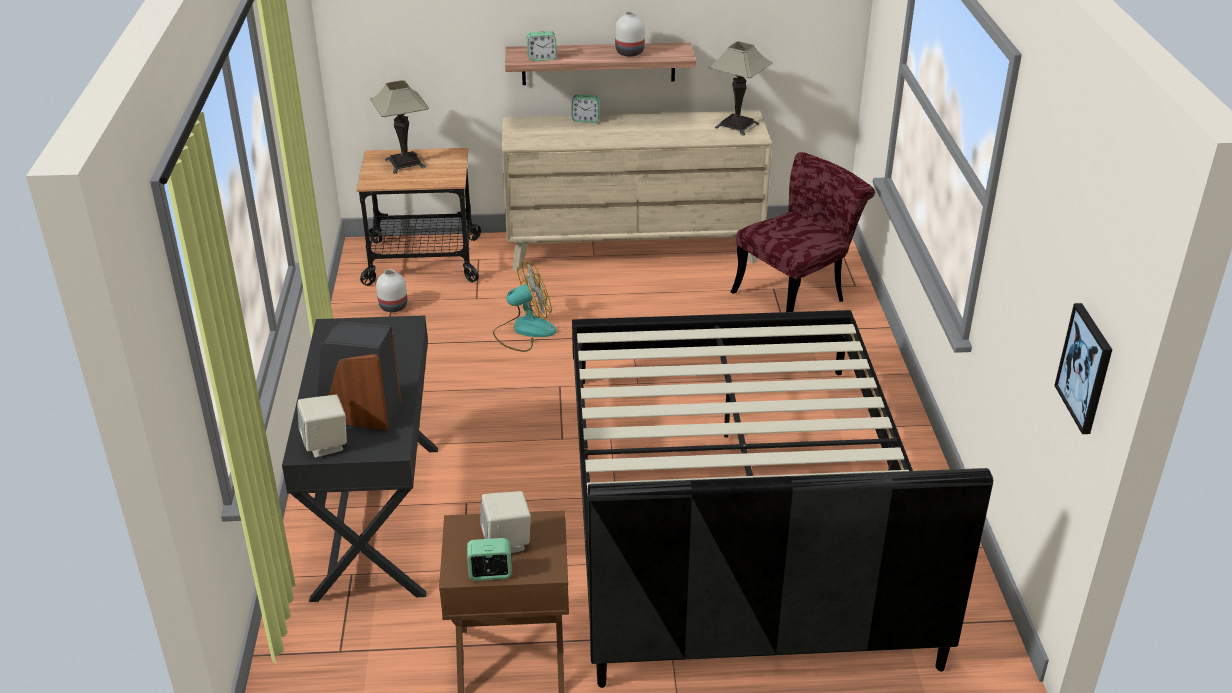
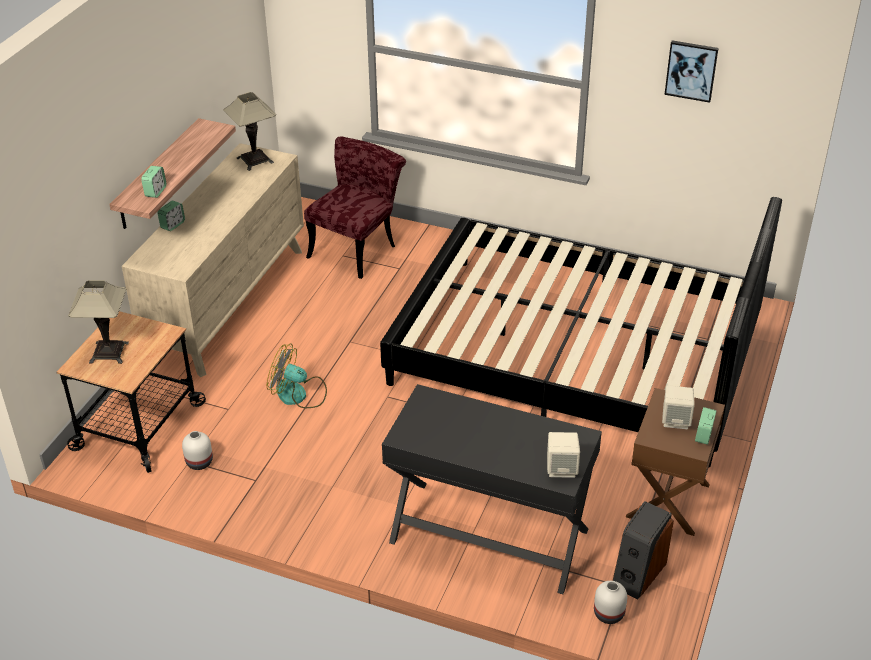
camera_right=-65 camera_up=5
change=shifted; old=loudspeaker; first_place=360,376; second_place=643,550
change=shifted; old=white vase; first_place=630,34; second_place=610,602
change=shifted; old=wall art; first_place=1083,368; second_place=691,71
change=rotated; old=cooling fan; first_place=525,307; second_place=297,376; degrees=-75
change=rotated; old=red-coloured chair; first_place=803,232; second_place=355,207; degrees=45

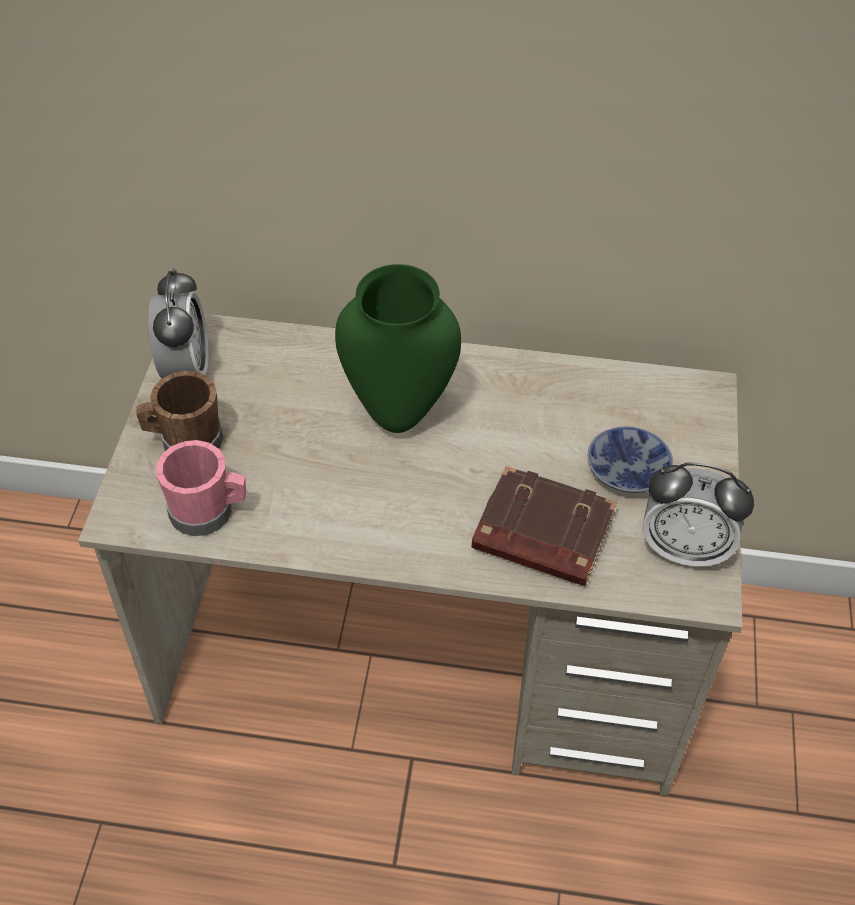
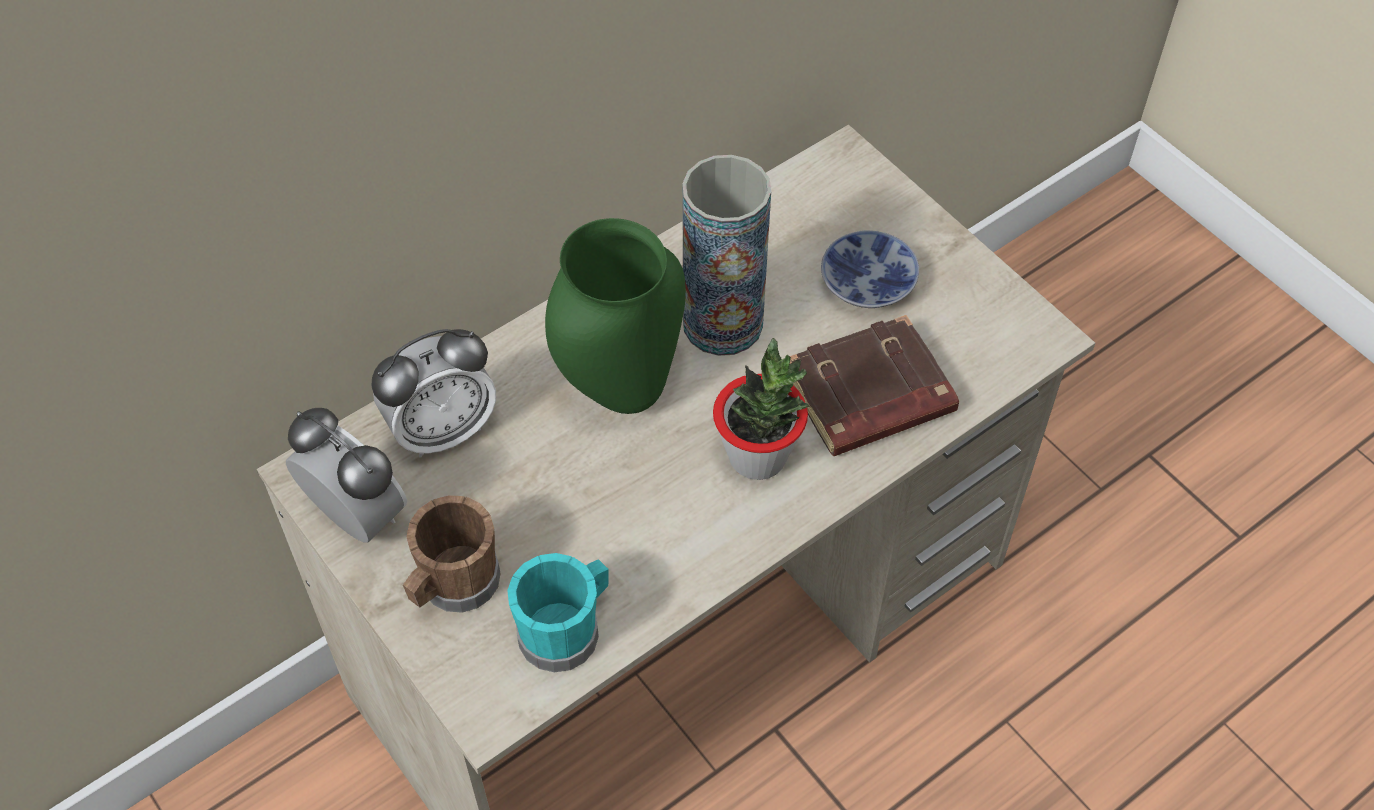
camera_right=-45 camera_up=5
change=new; new=vase; second_place=726,255
change=new; new=potted plant; second_place=761,409
change=shifted; old=alarm clock; first_place=698,515; second_place=434,393
change=repainted; old=pink mug; new=turquoise-coloured mug; first_place=201,488; second_place=558,612

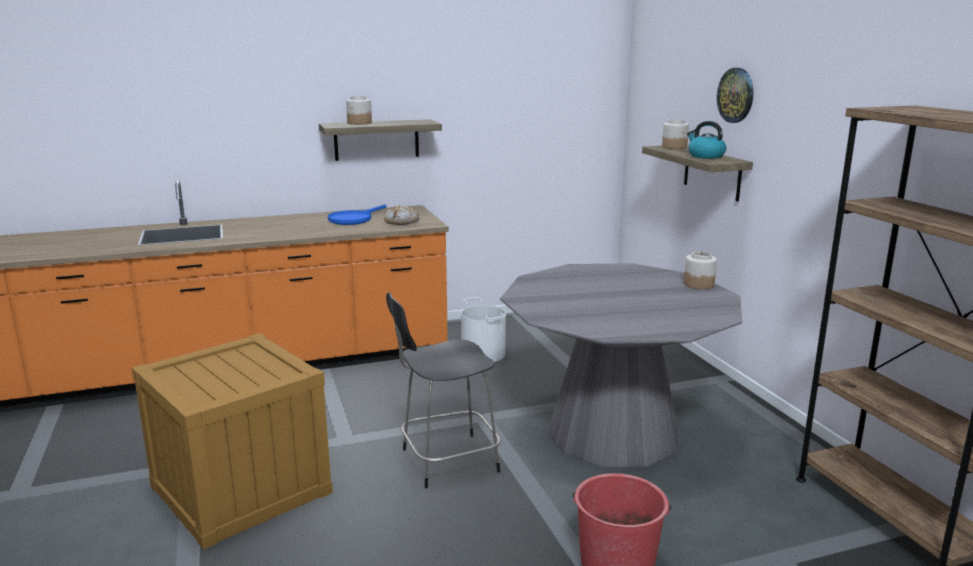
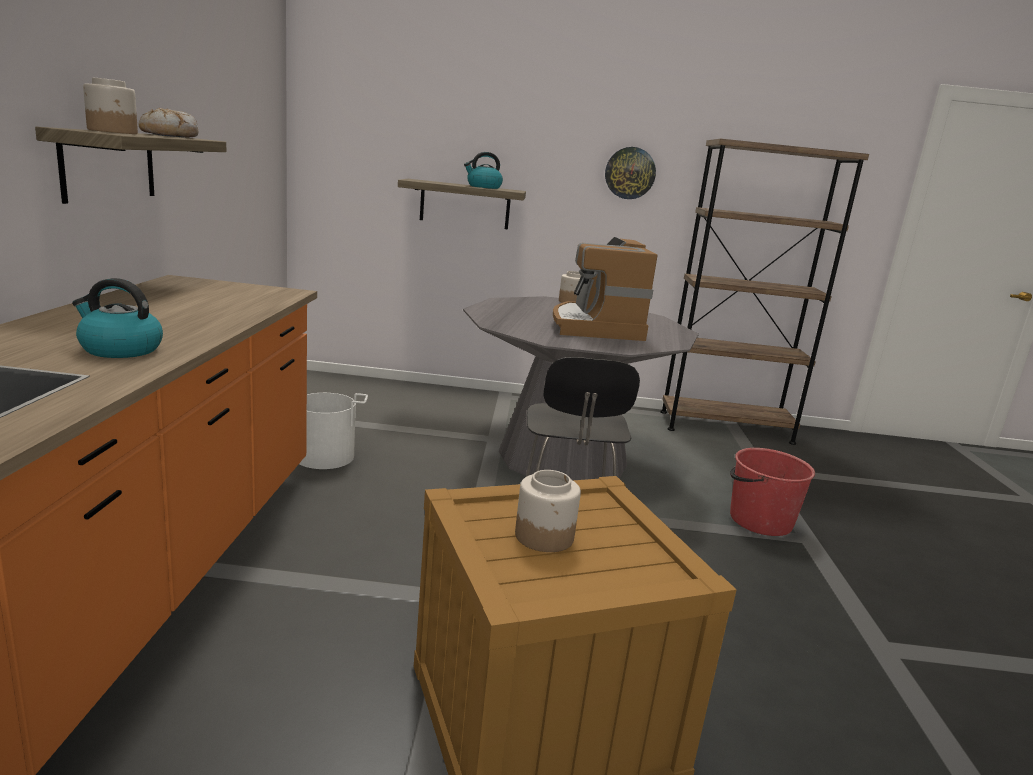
camera_right=-70 camera_up=0
change=gone; old=blue frying pan; first_place=357,214
change=new; new=kettle; second_place=117,318
change=new; new=coffee brewer; second_place=605,289
change=shifted; old=bread; first_place=401,215; second_place=169,123
change=shifted; old=storage jar; first_place=675,134; second_place=548,511
change=shifted; old=clock on the wall; first_place=735,95; second_place=630,173

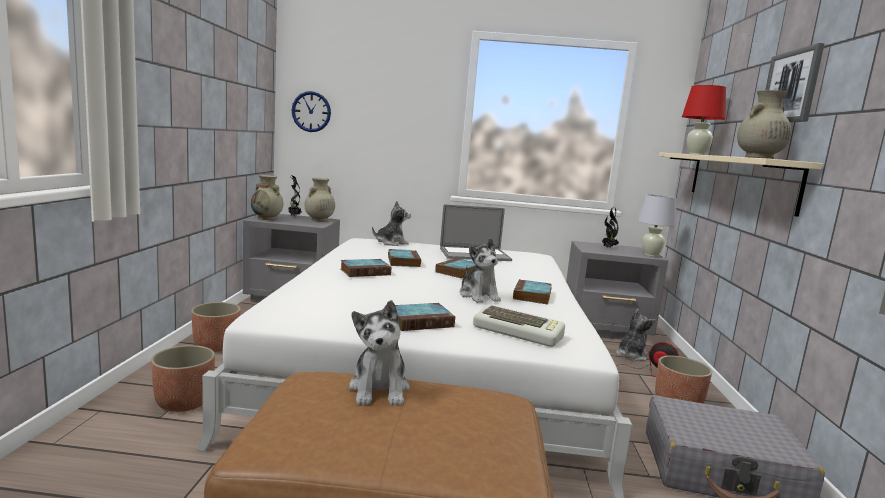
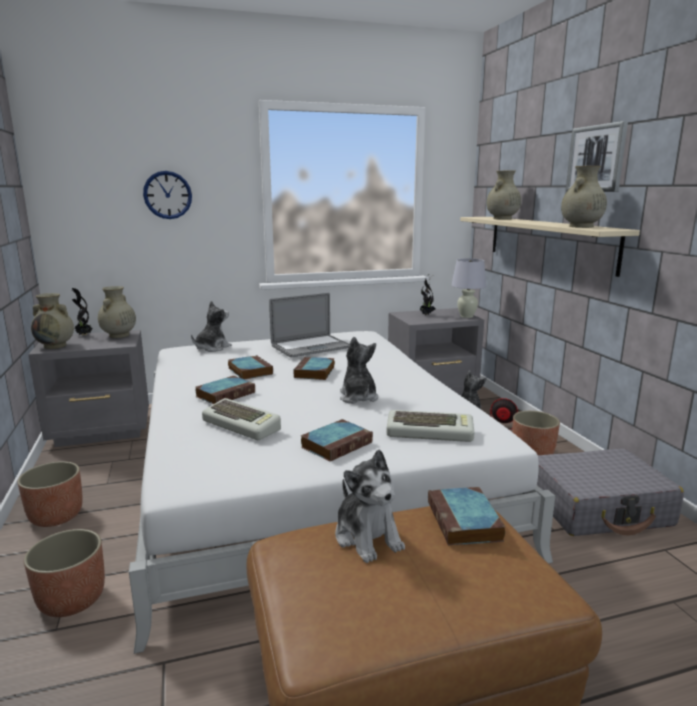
camera_right=-20 camera_up=5
change=new; new=keyboard; second_place=241,419
change=shifted; old=clock on the wall; first_place=311,111; second_place=167,195
change=shifted; old=volume; first_place=532,292; second_place=466,516
change=swapped; old=red-coloured lamp for a table; new=beige-coloured vase; first_place=704,120; second_place=504,195
change=rotated; old=plush toy; first_place=480,270; second_place=359,370; degrees=-150

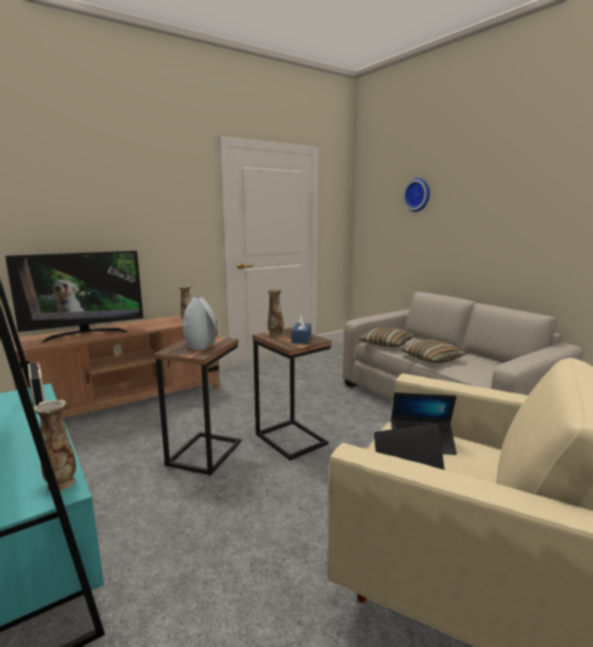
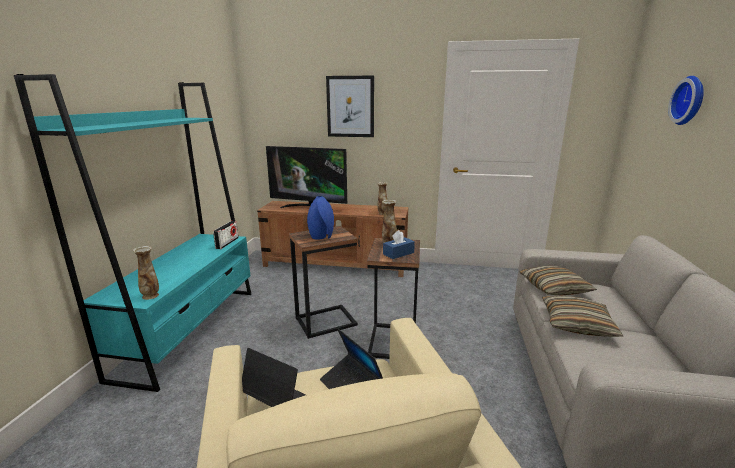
camera_right=45 camera_up=5
change=new; new=wall art; second_place=350,106
change=repainted; old=grey vase; new=blue vase; first_place=200,323; second_place=320,218

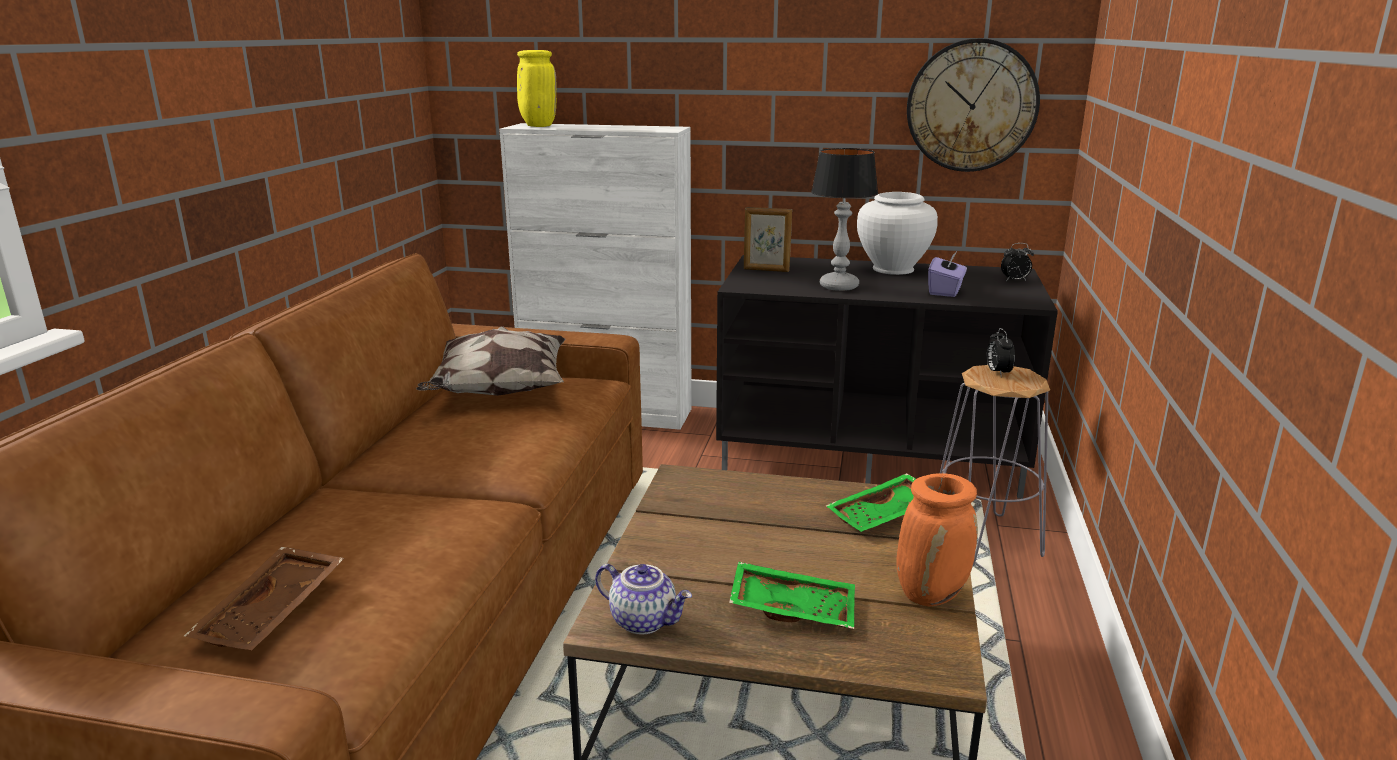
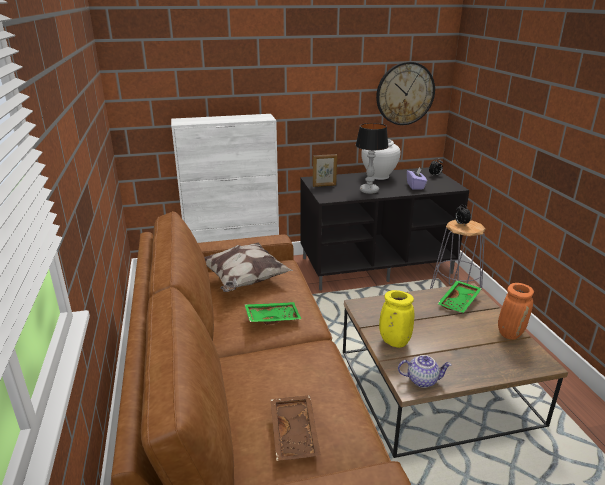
camera_right=-25 camera_up=5
change=shifted; old=yellow-coloured vase; first_place=536,88; second_place=396,319
change=shifted; old=green serving tray; first_place=792,595; second_place=272,313

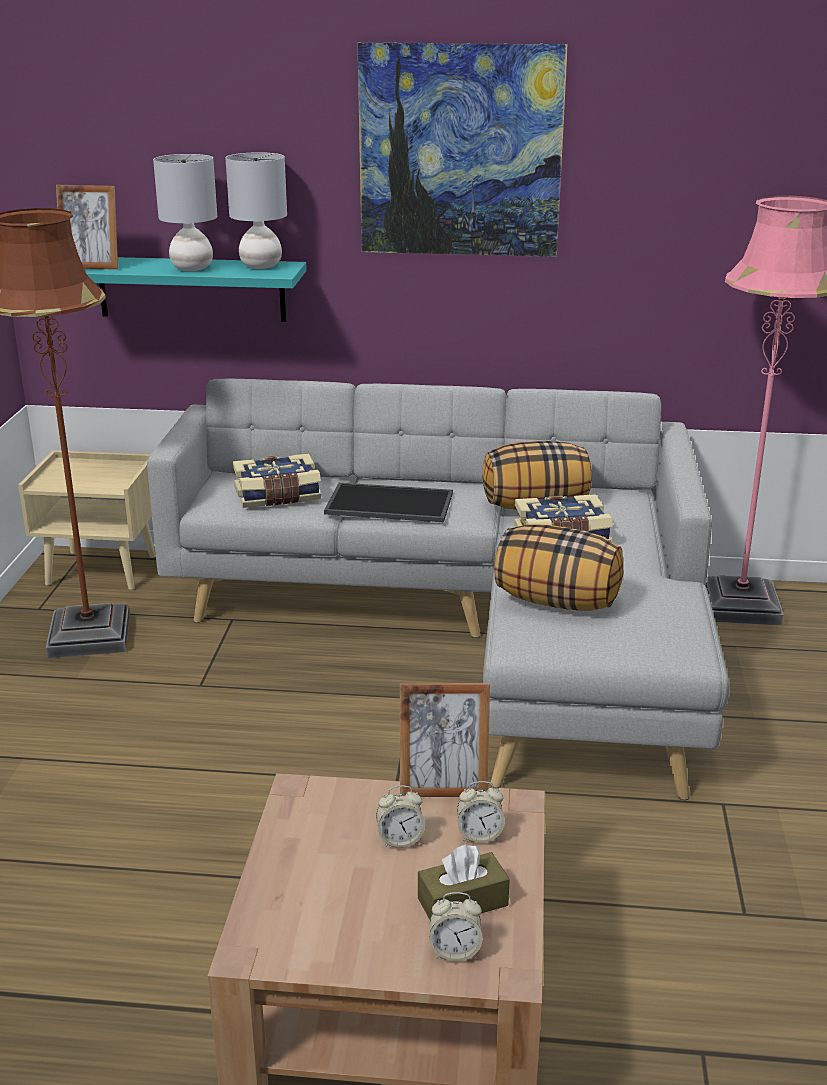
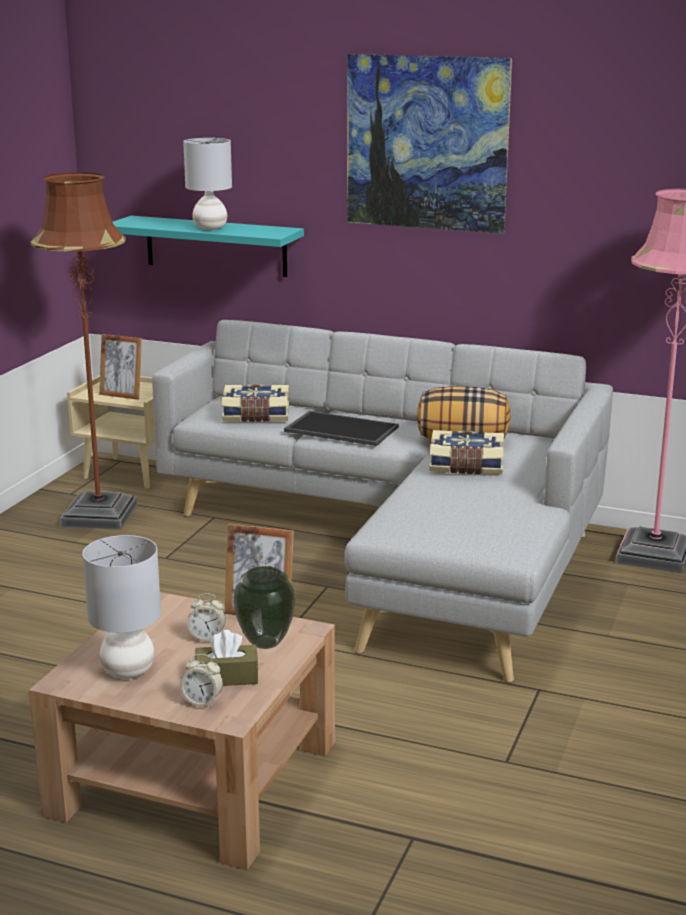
camera_right=15 camera_up=-5
change=gone; old=throw pillow; first_place=559,567
change=shifted; old=photo frame; first_place=87,227; second_place=120,367
change=shifted; old=grey lamp for a table; first_place=256,210; second_place=121,607
change=swapped; old=alarm clock; new=vase; first_place=481,812; second_place=264,607

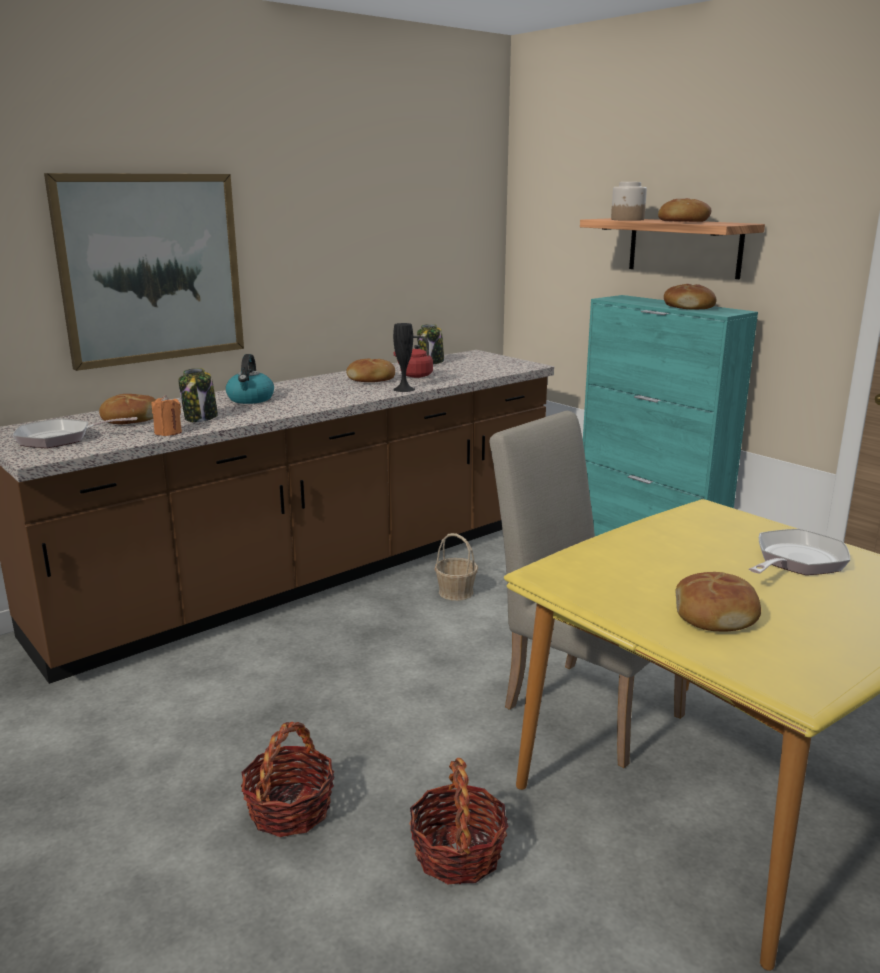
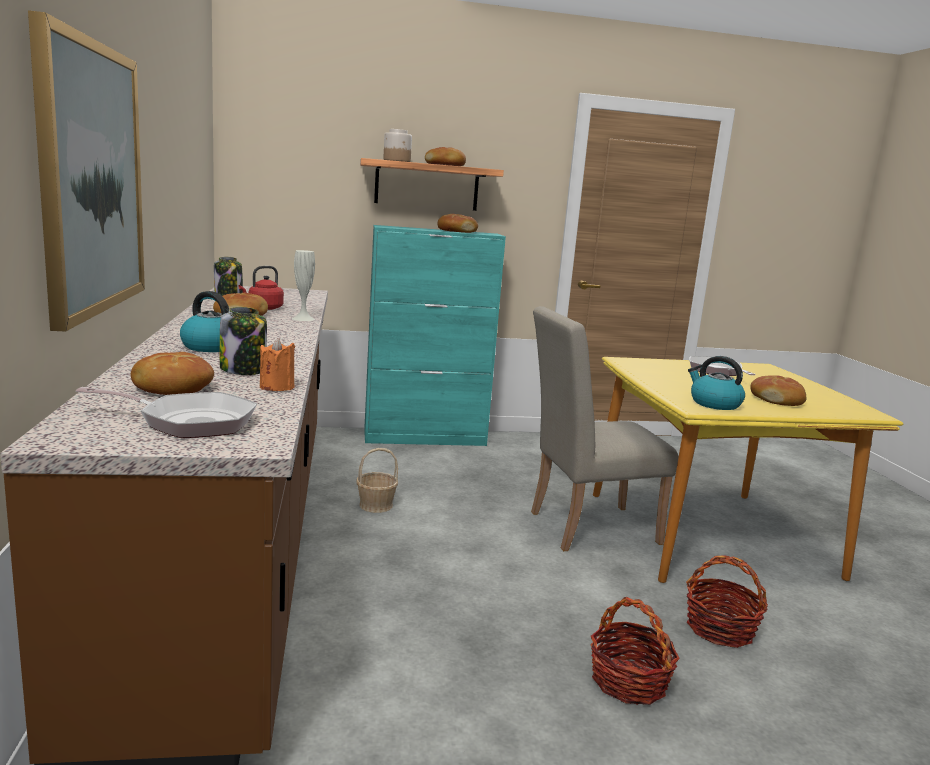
camera_right=-60 camera_up=-5
change=new; new=kettle; second_place=716,383
change=repainted; old=black-coloured vase; new=white vase; first_place=404,357; second_place=303,285
change=rotated; old=frying pan; first_place=75,432; second_place=166,412; degrees=-105

